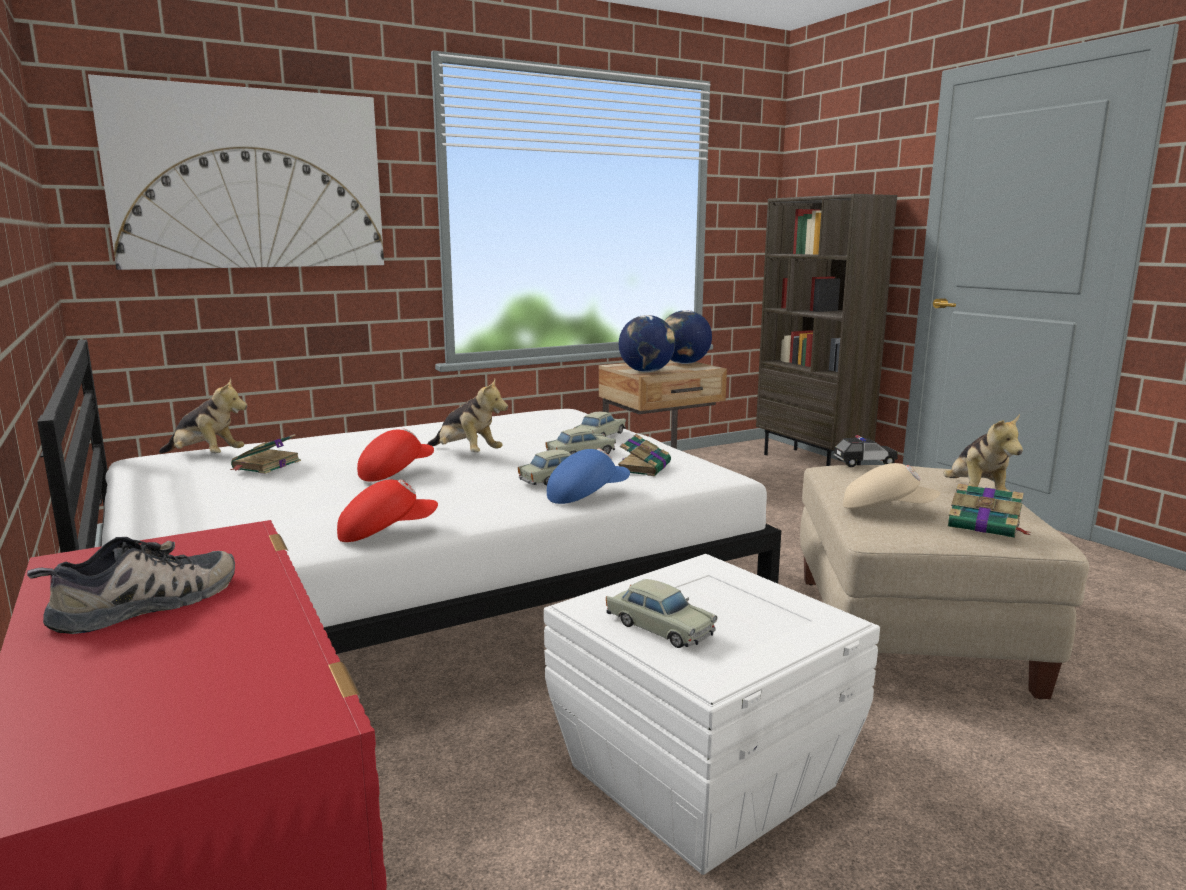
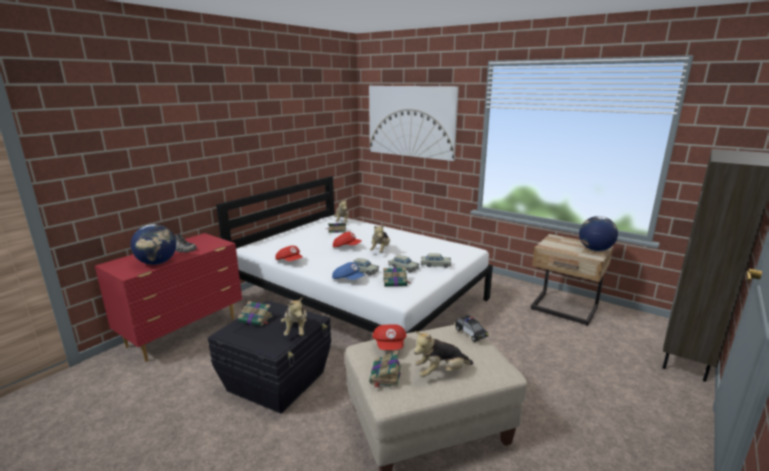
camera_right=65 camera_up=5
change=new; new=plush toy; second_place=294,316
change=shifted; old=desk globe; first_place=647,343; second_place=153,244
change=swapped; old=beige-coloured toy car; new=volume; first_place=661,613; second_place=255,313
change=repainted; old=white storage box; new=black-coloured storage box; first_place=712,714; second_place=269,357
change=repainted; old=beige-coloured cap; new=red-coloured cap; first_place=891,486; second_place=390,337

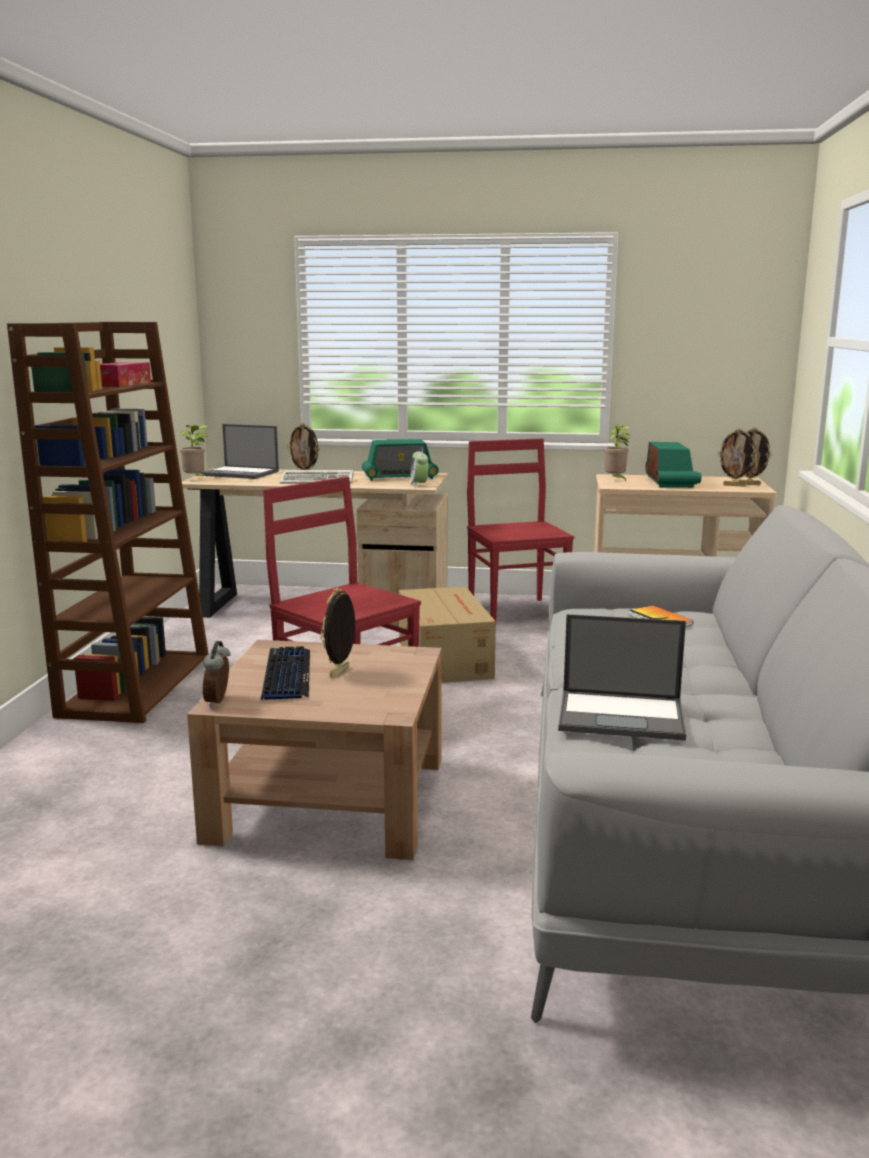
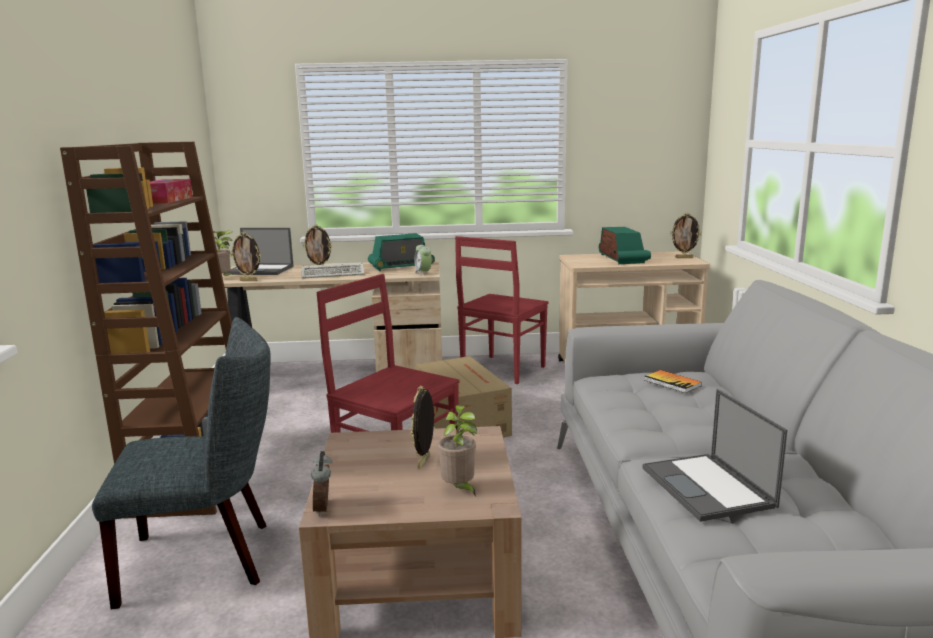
camera_right=-10 camera_up=0
change=gone; old=keyboard; first_place=285,673
change=new; new=grey chair; second_place=181,463
change=shifted; old=potted plant; first_place=617,453; second_place=457,451
change=shifted; old=photo frame; first_place=737,457; second_place=245,256
change=rotated; old=red-coloured chair; first_place=520,529; second_place=501,310; degrees=-120
change=rotated; old=laptop; first_place=622,677; second_place=715,455; degrees=75

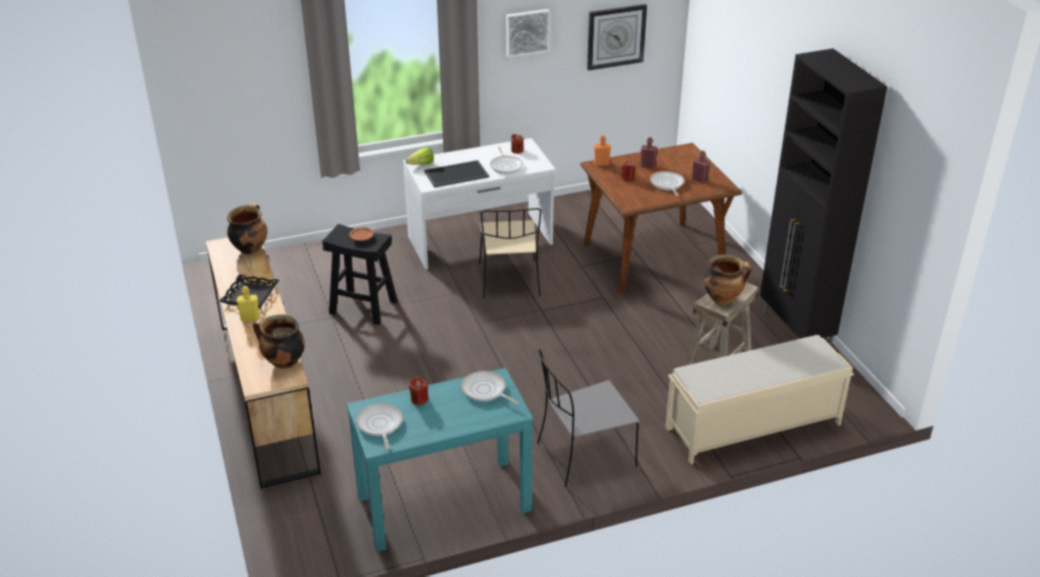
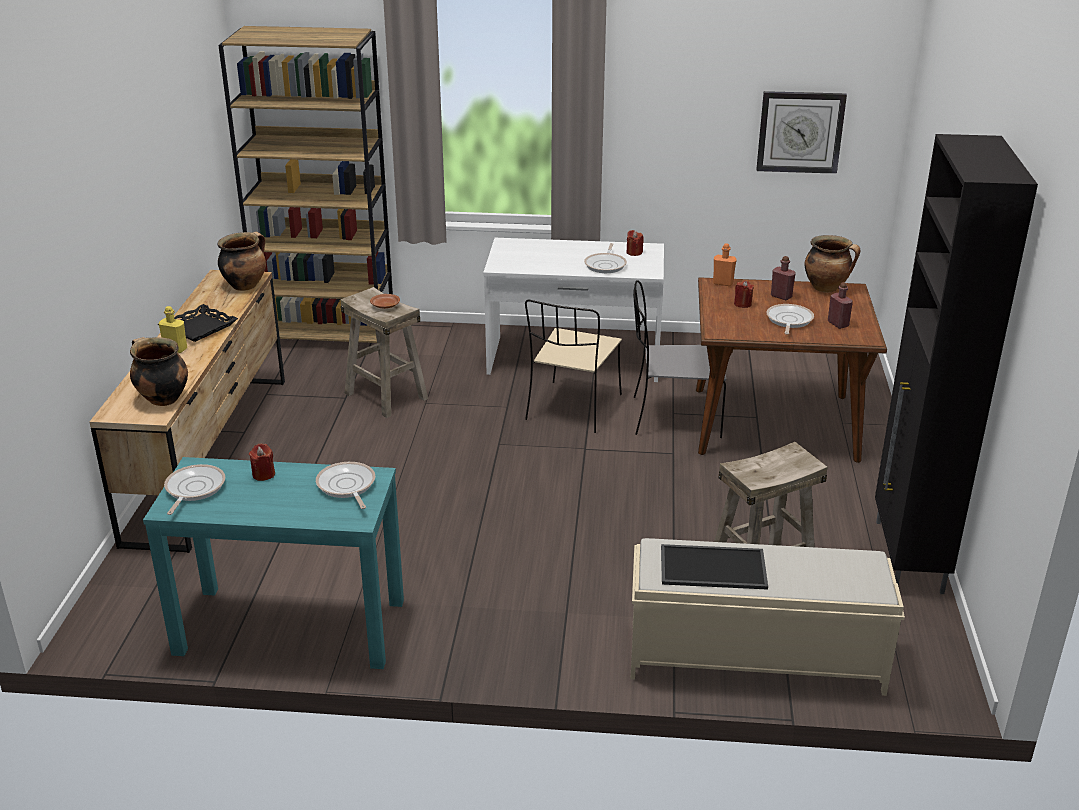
camera_right=25 camera_up=-5
change=gone; old=head of lettuce; first_place=420,156
change=gone; old=wall art; first_place=528,33
change=new; new=brown-coloured bookshelf; second_place=305,184
change=shifted; old=serving tray; first_place=456,174; second_place=714,567
change=shifted; old=grey chair; first_place=588,418; second_place=679,359
change=shifted; old=cooking pot; first_place=727,279; second_place=832,263
change=repainted; old=black-coloured sitting stool; new=beige-coloured sitting stool; first_place=360,274; second_place=384,352

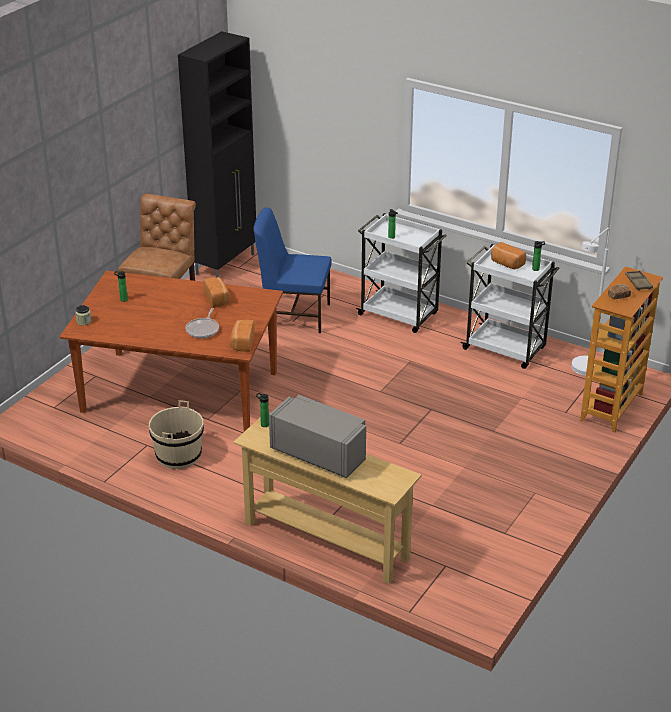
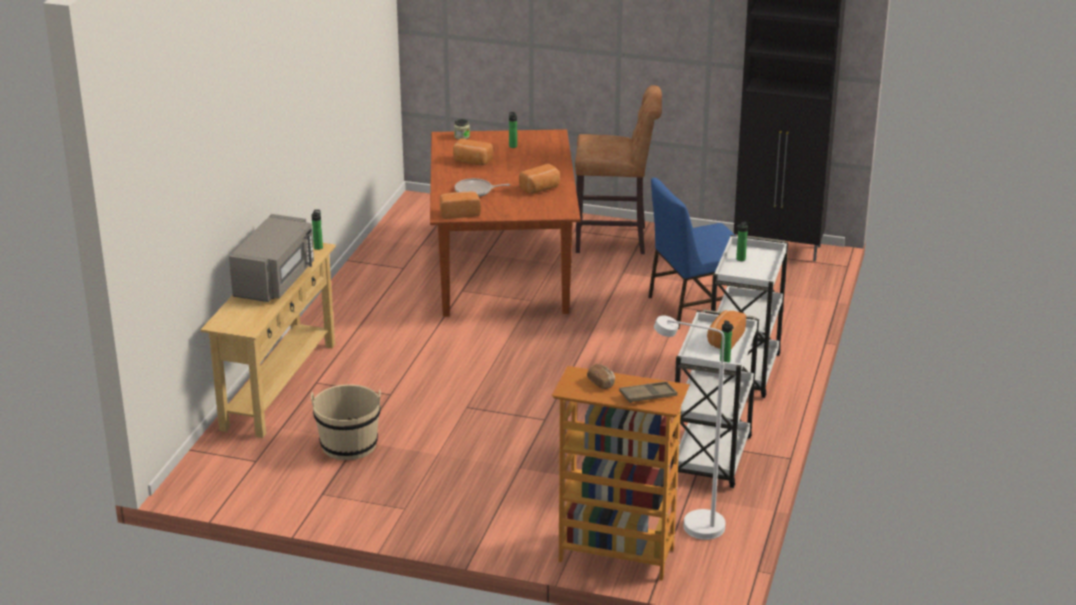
camera_right=75 camera_up=-5
change=new; new=bread; second_place=473,152
change=shifted; old=beige-coloured bucket; first_place=176,434; second_place=346,422
change=rotated; old=blue chair; first_place=293,270; second_place=692,253; degrees=-105

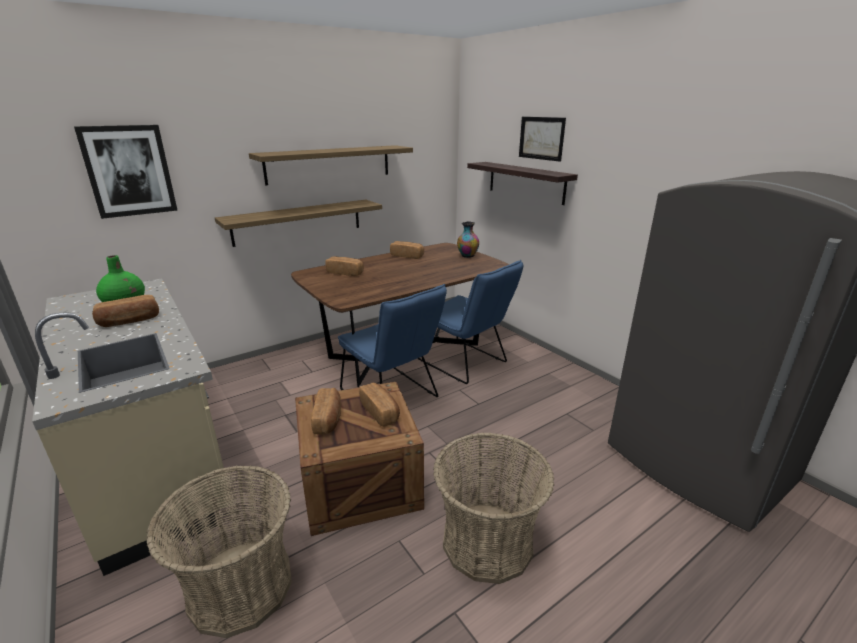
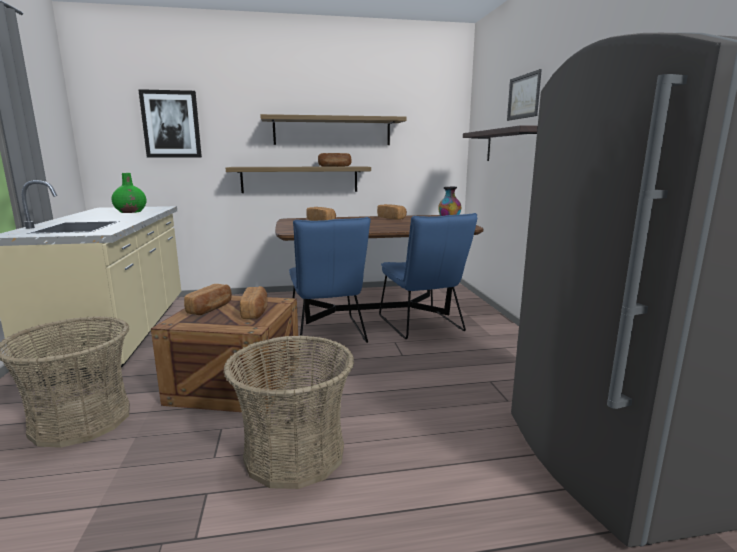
camera_right=25 camera_up=-10
change=shifted; old=bread; first_place=125,311; second_place=335,160

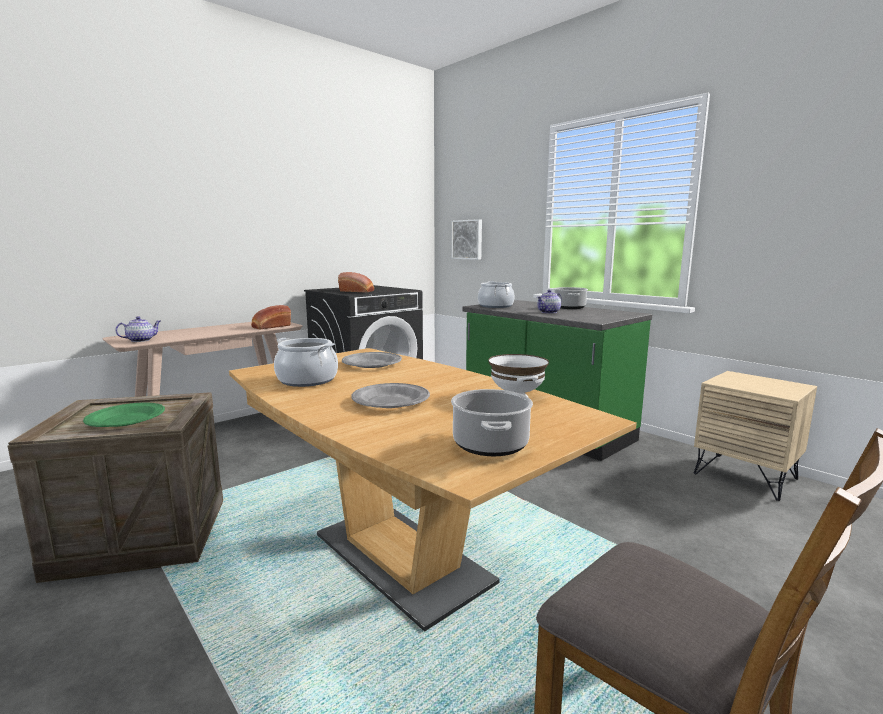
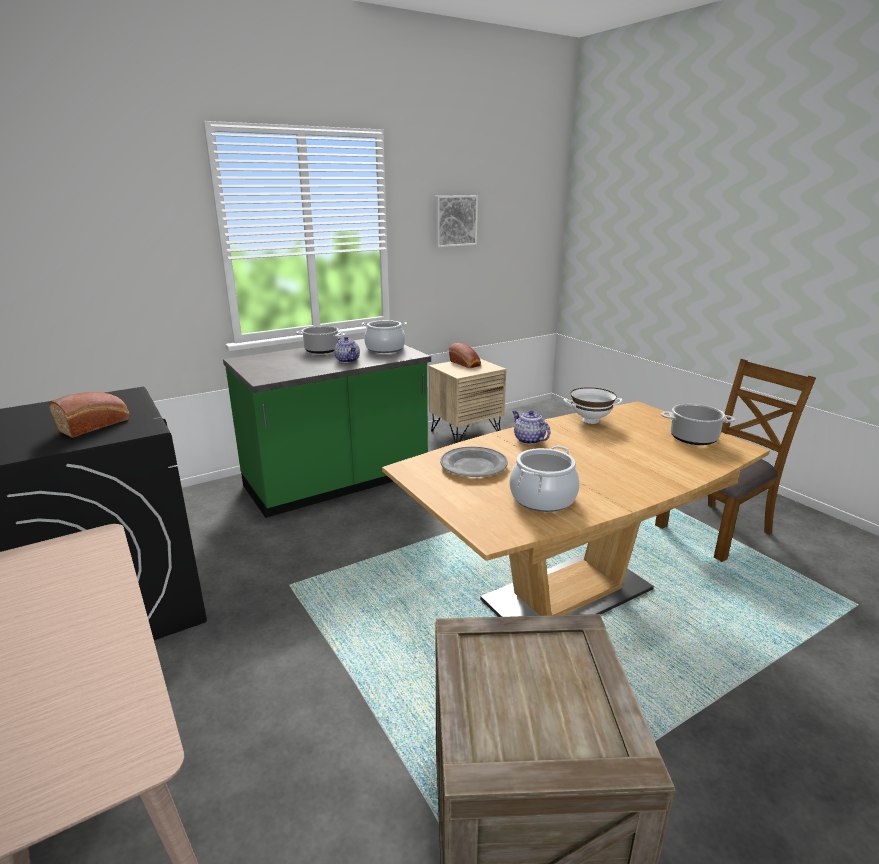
camera_right=-80 camera_up=10
change=gone; old=green plate; first_place=124,415
change=gone; old=grey plate; first_place=390,395
change=shifted; old=pot for tea; first_place=138,329; second_place=531,427
change=shifted; old=bread; first_place=271,317; second_place=465,355
change=shifted; old=wall art; first_place=466,239; second_place=456,221
change=shifted; old=cooking pot; first_place=496,294; second_place=384,336

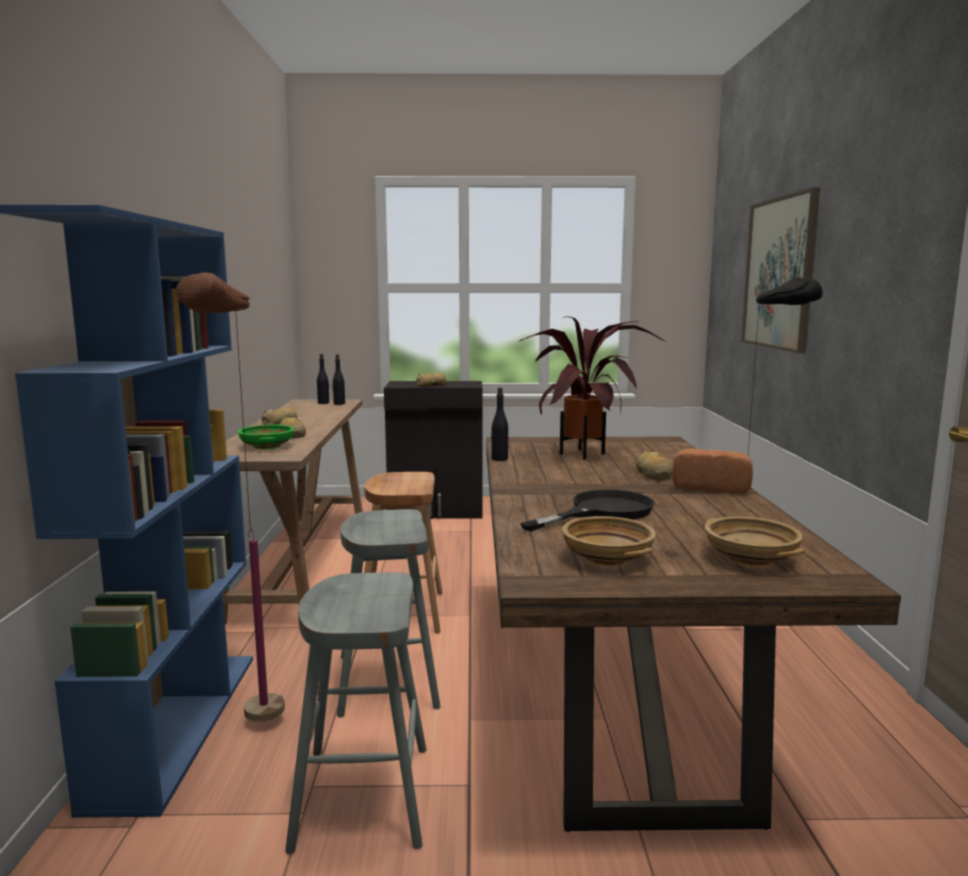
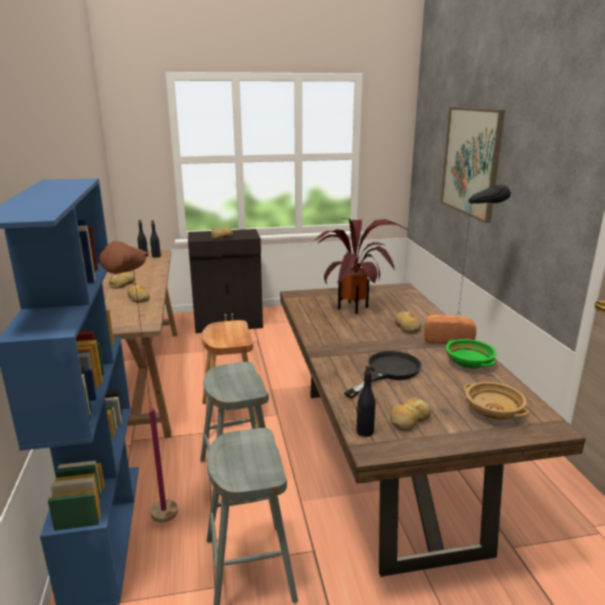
camera_right=-10 camera_up=10
change=shifted; old=green deep dish; first_place=266,437; second_place=471,354
change=shifted; old=black-coloured drink bottle; first_place=499,424; second_place=365,401
change=swapped; old=beige-coloured deep dish; new=bread; first_place=609,541; second_place=410,414

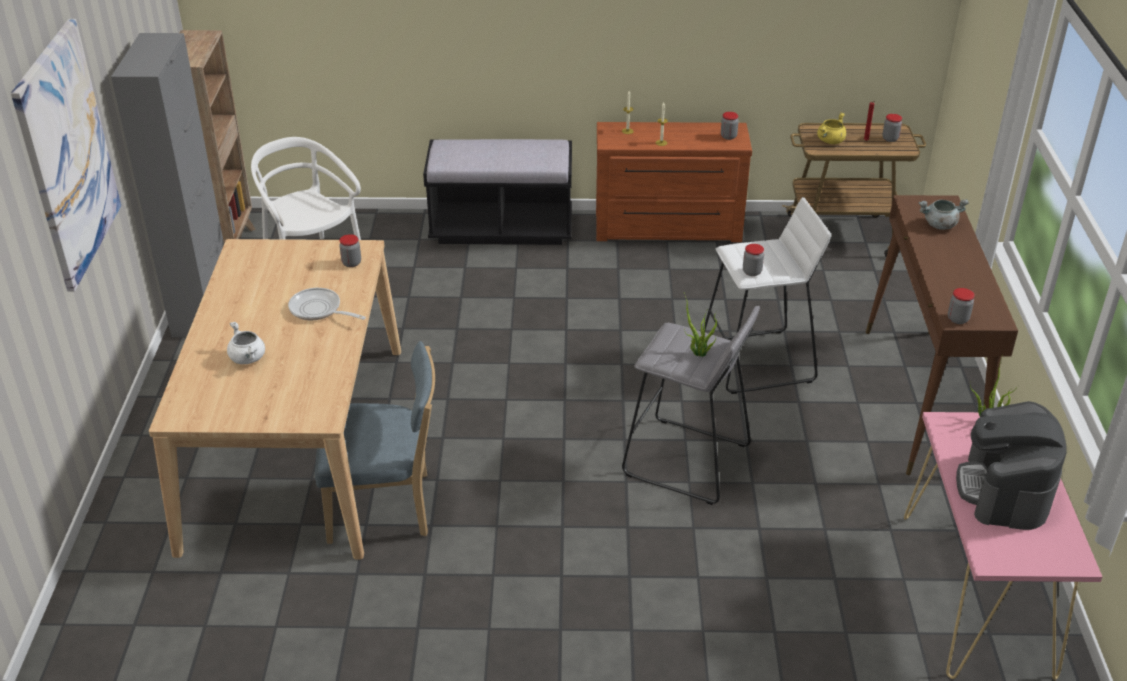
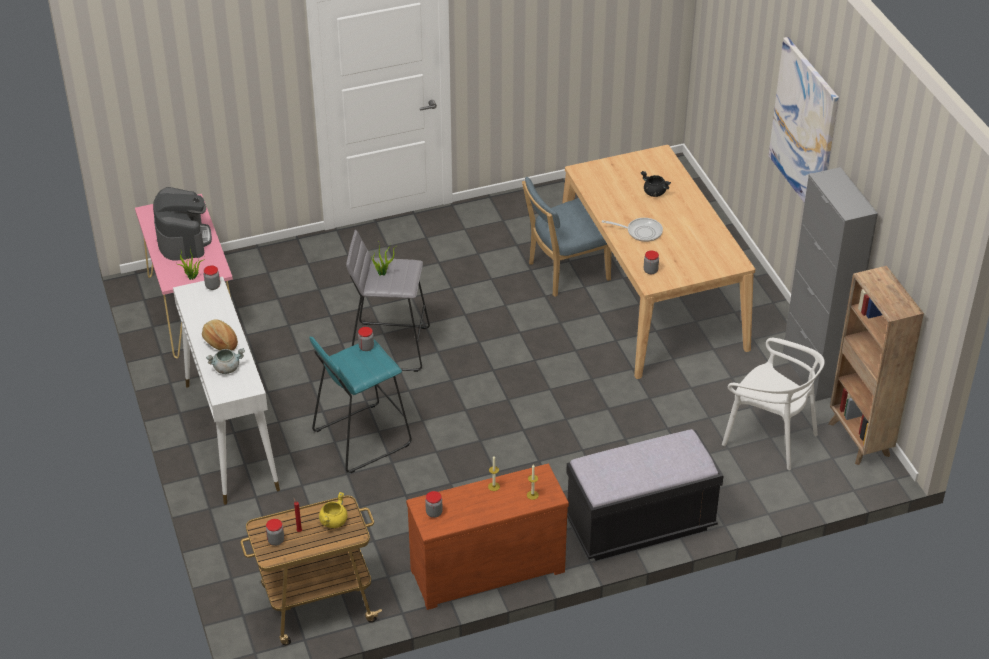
camera_right=160 camera_up=5
change=new; new=bread; second_place=220,335
change=repainted; old=white cooking pot; new=black-coloured cooking pot; first_place=246,343; second_place=656,184
change=repainted; old=white sitting stool; new=turquoise-coloured sitting stool; first_place=767,295; second_place=360,404
change=repainted; old=brown-coloured hall table; new=white hall table; first_place=942,335; second_place=226,391

